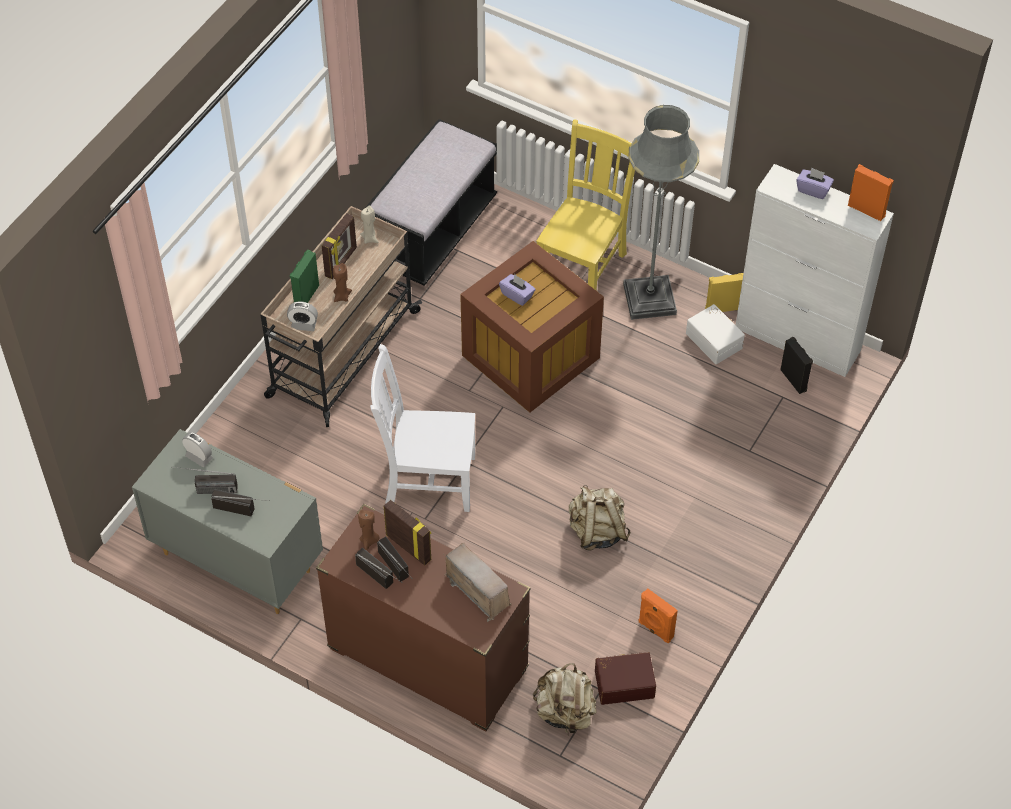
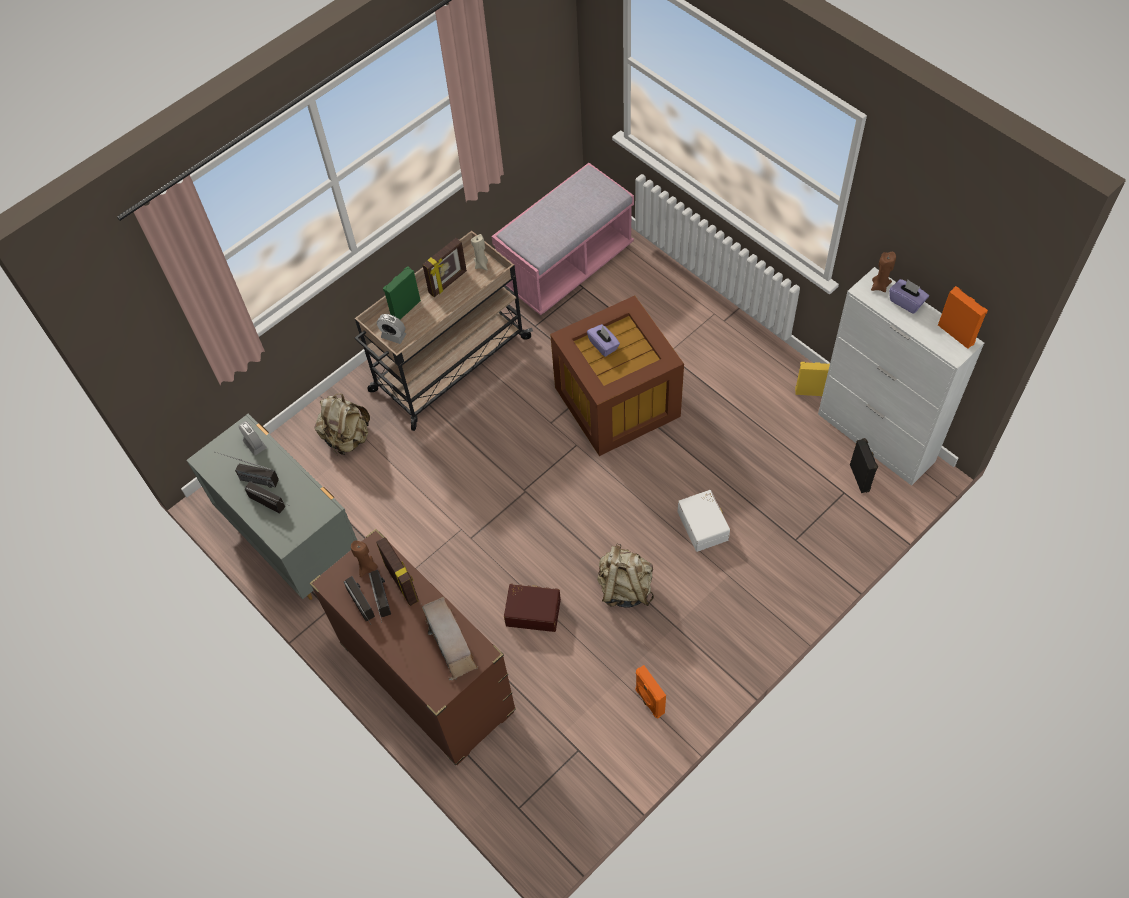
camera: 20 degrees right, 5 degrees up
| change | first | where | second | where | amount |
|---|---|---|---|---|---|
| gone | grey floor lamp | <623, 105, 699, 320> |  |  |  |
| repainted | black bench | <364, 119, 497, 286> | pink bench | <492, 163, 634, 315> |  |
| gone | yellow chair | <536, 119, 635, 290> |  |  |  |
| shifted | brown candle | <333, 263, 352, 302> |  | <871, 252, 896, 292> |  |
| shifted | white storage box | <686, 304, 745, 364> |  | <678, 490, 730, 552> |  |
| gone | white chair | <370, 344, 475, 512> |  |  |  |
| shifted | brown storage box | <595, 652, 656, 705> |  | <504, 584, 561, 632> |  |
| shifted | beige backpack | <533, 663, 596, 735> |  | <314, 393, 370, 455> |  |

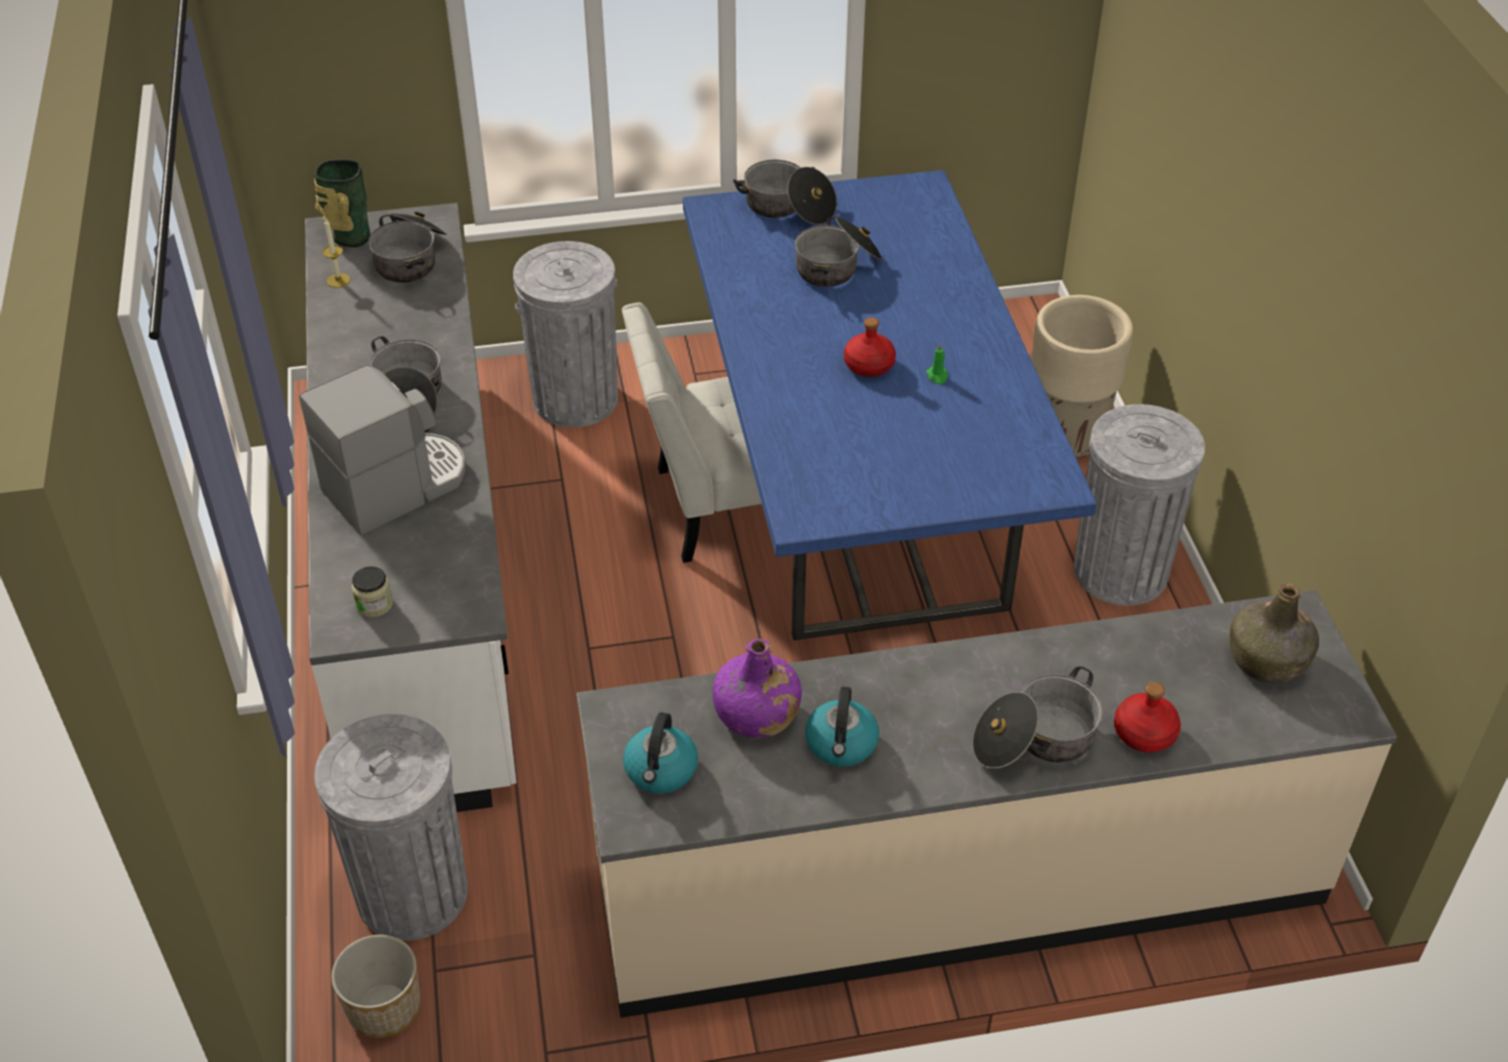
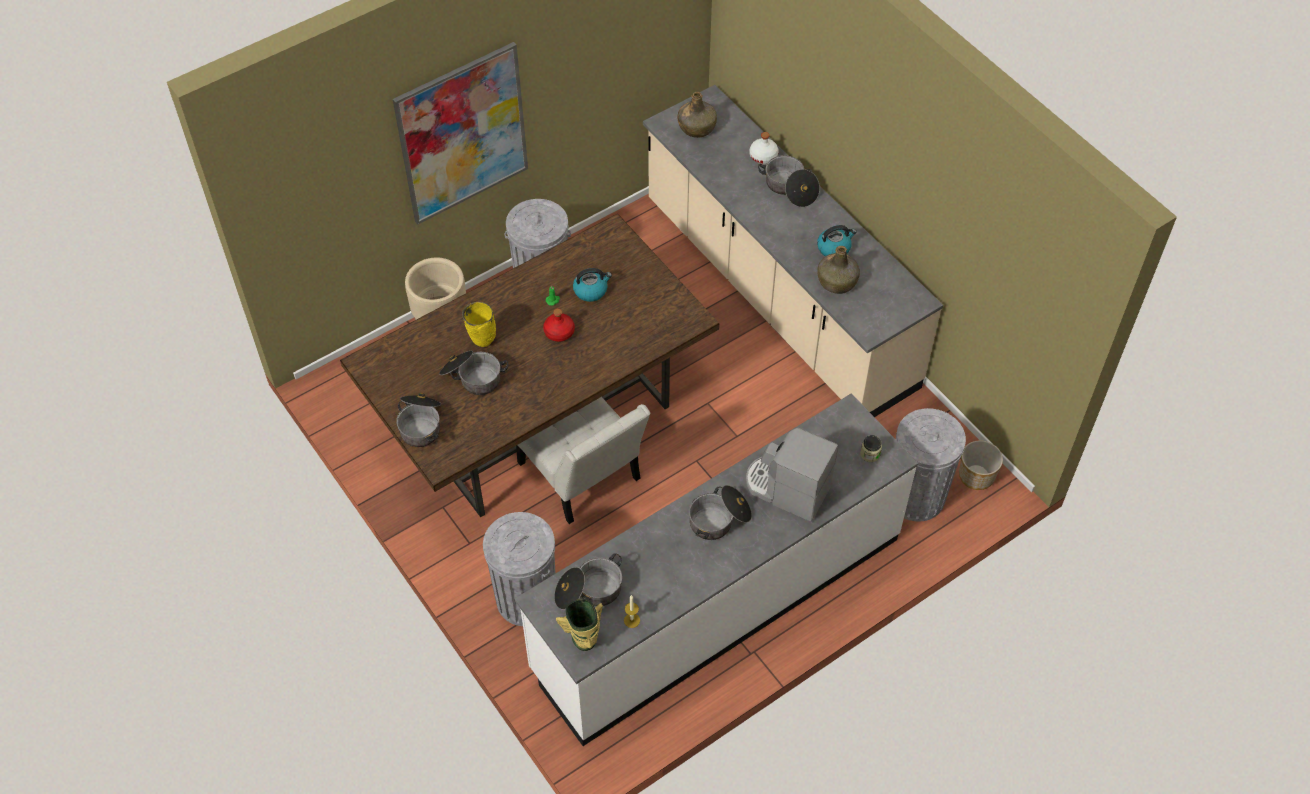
camera: 115 degrees left, 10 degrees up
| change | first | where | second | where | amount |
|---|---|---|---|---|---|
| repainted | blue dining table | <683, 170, 1097, 640> | brown dining table | <340, 214, 719, 517> |  |
| repainted | purple bottle | <713, 638, 802, 738> | green bottle | <817, 246, 860, 294> |  |
| repainted | red bottle | <1114, 682, 1181, 753> | white bottle | <750, 132, 779, 164> |  |
| shifted | kettle | <623, 712, 698, 793> |  | <573, 268, 612, 302> |  |
| new |  |  | picture | <393, 42, 528, 225> |  |
| new |  |  | yellow vase | <462, 302, 496, 347> |  |

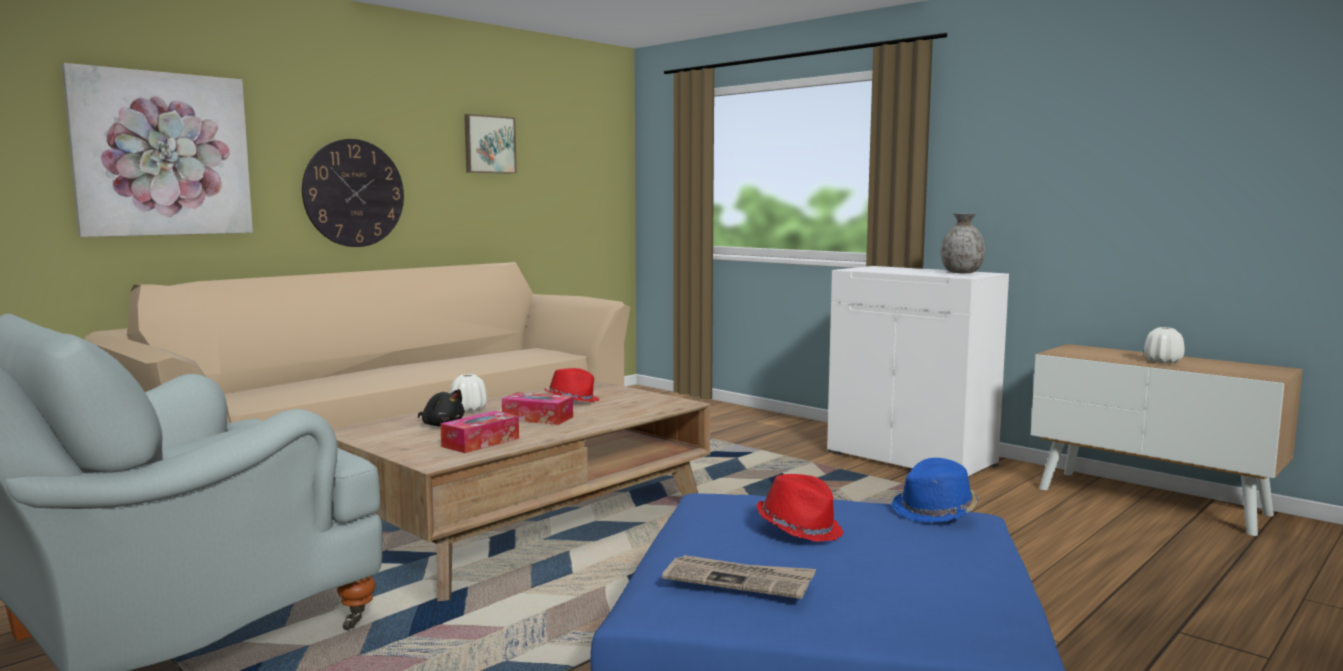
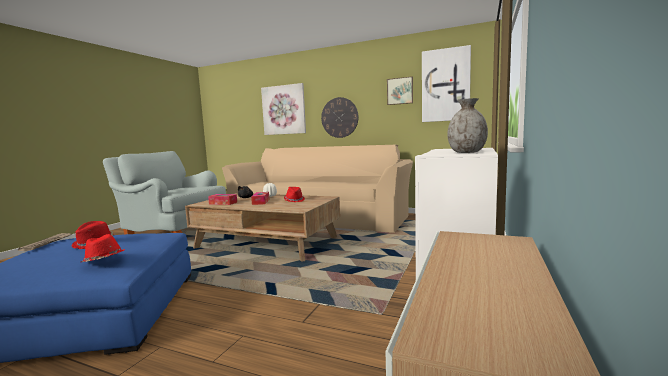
camera: 70 degrees right, 0 degrees up
| change | first | where | second | where | amount |
|---|---|---|---|---|---|
| gone | white vase | <1144, 327, 1185, 363> |  |  |  |
| repainted | blue hat | <892, 458, 978, 522> | red hat | <80, 234, 125, 262> |  |
| new |  |  | picture | <422, 45, 471, 122> |  |

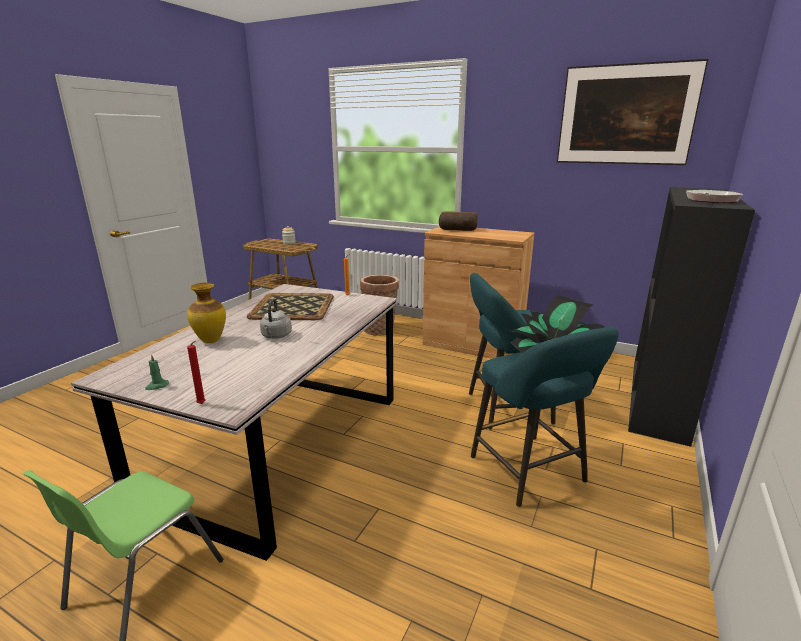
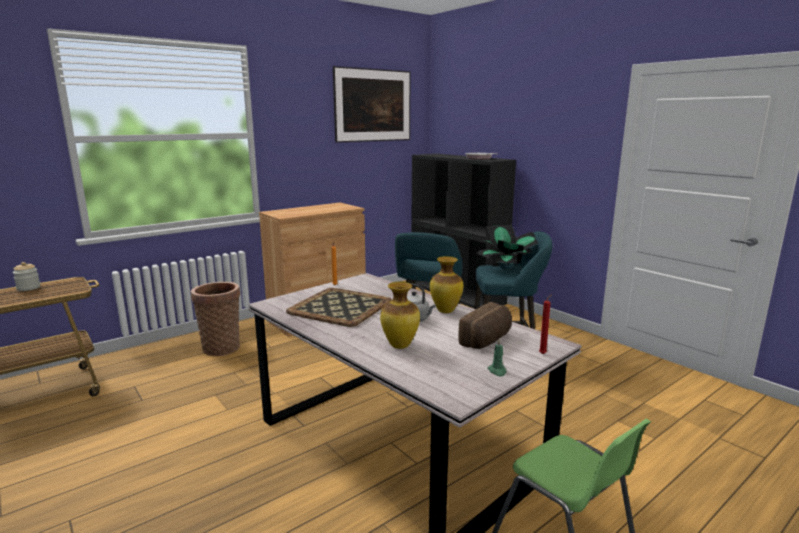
camera: 65 degrees left, 5 degrees down
| change | first | where | second | where | amount |
|---|---|---|---|---|---|
| shifted | bread | <439, 211, 478, 231> |  | <458, 302, 512, 349> |  |
| new |  |  | vase | <430, 256, 463, 313> |  |

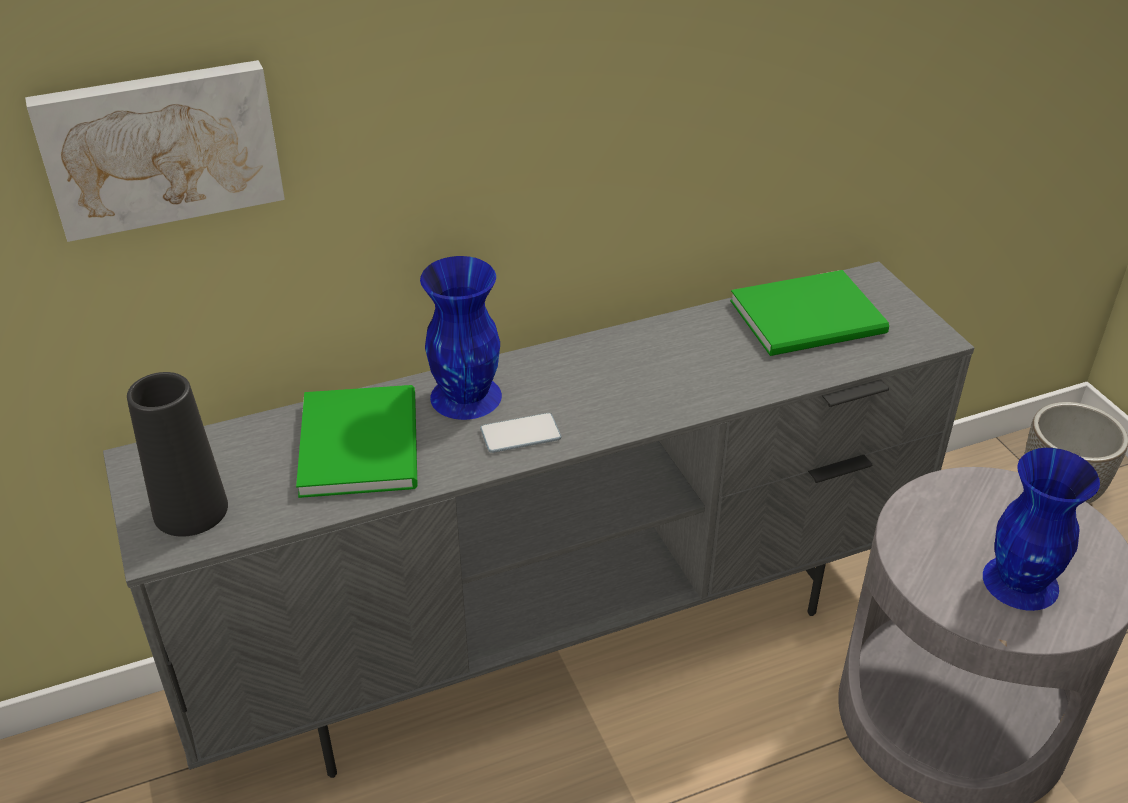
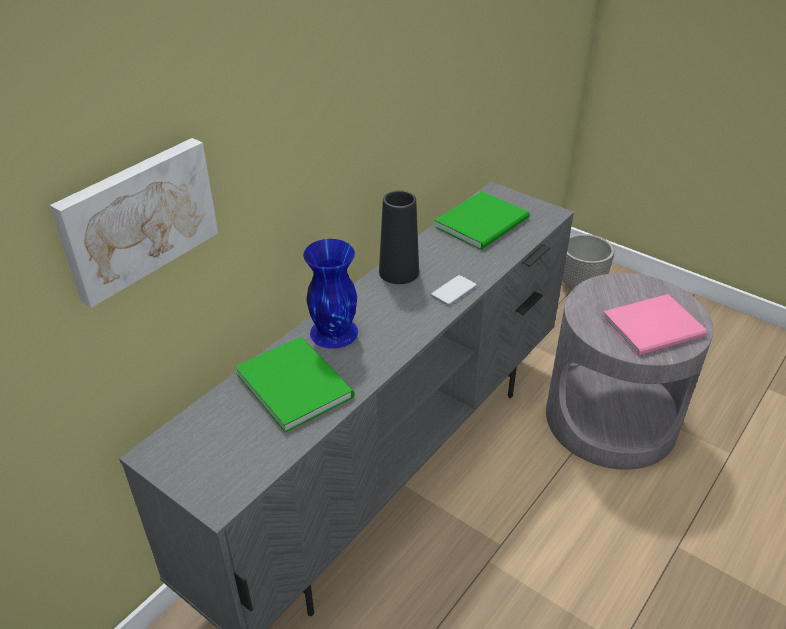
camera: 30 degrees left, 0 degrees up
| change | first | where | second | where | amount |
|---|---|---|---|---|---|
| shifted | black vase | <127, 372, 228, 537> |  | <379, 191, 419, 284> |  |
| shifted | phone | <480, 413, 561, 453> |  | <431, 275, 477, 305> |  |
| swapped | blue vase | <983, 448, 1100, 611> | pink book | <602, 294, 707, 356> |  |

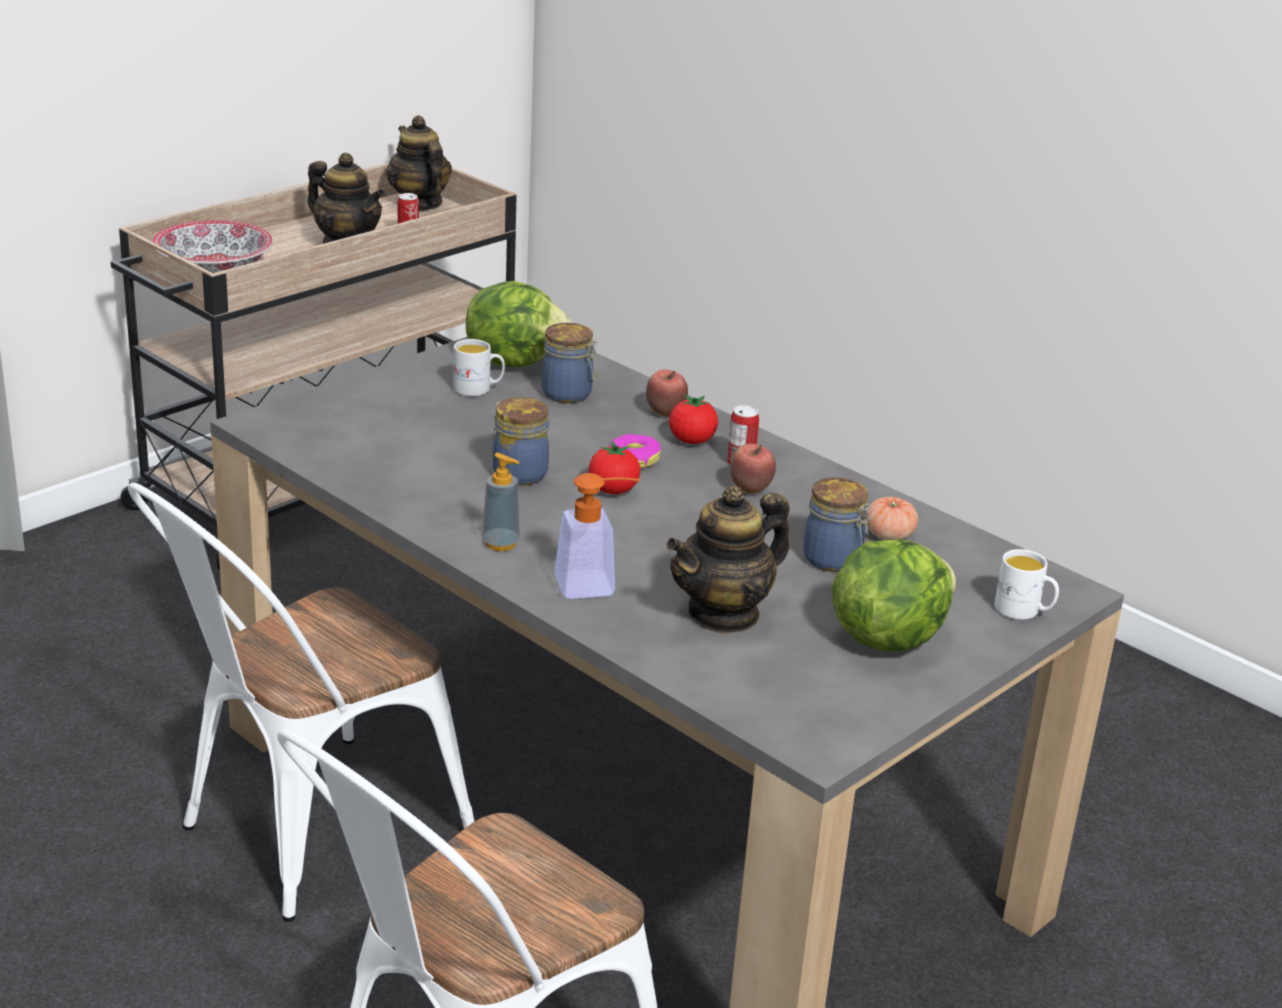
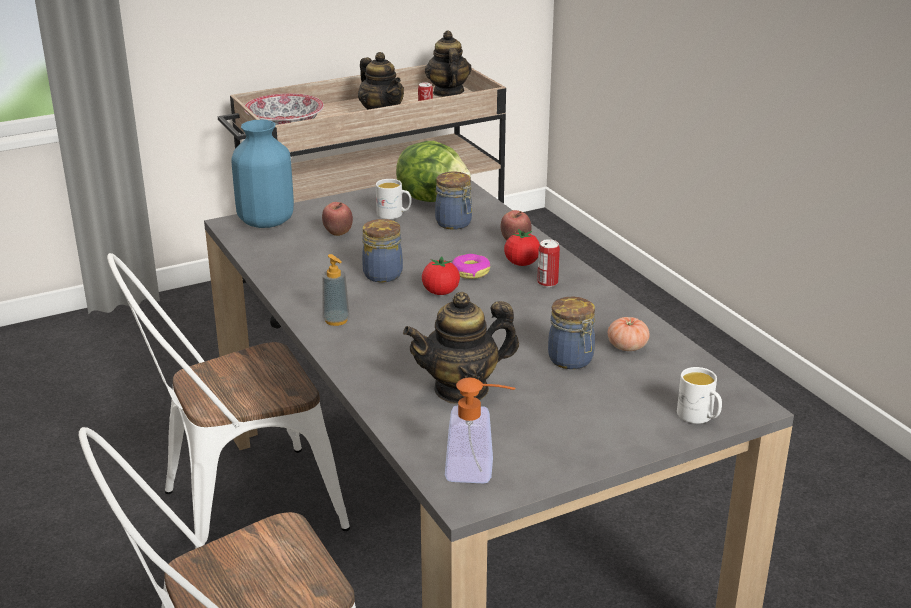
camera: 20 degrees right, 0 degrees up
| change | first | where | second | where | amount |
|---|---|---|---|---|---|
| shifted | apple | <730, 444, 776, 494> |  | <322, 202, 353, 236> |  |
| shifted | soap dispenser | <554, 473, 641, 599> |  | <445, 377, 515, 483> |  |
| gone | lettuce | <832, 539, 956, 652> |  |  |  |
| new |  |  | blue vase | <231, 120, 294, 228> |  |

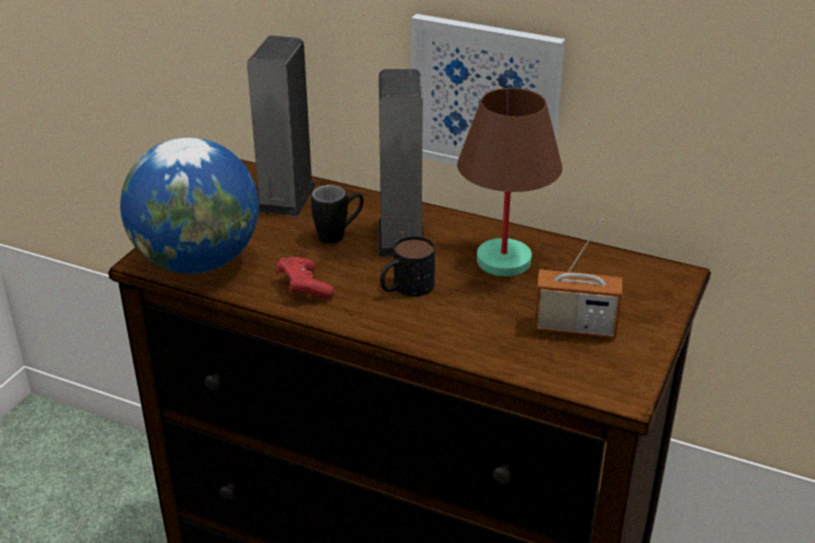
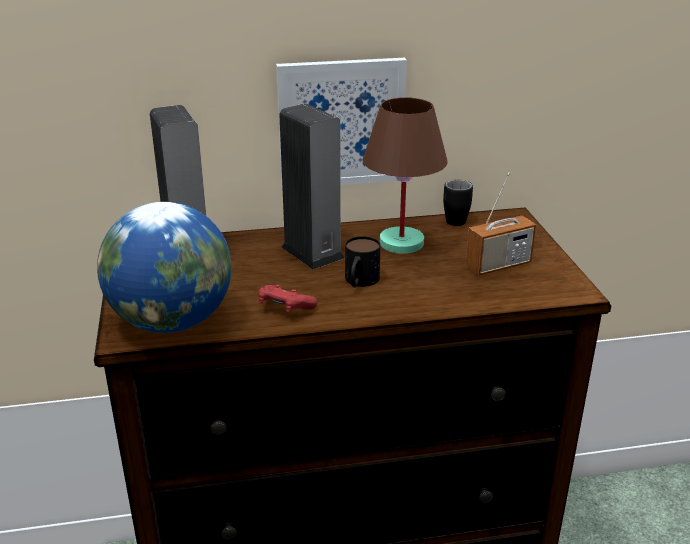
camera: 35 degrees left, 5 degrees down
| change | first | where | second | where | amount |
|---|---|---|---|---|---|
| shifted | black mug | <311, 185, 364, 243> |  | <443, 180, 473, 226> |  |

